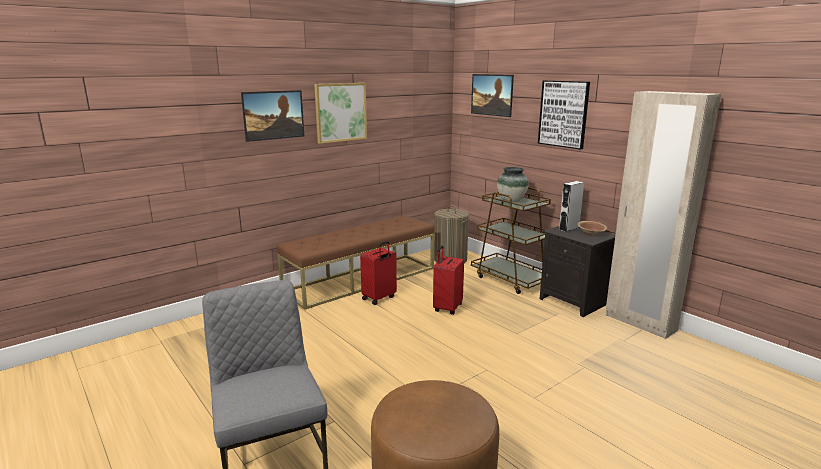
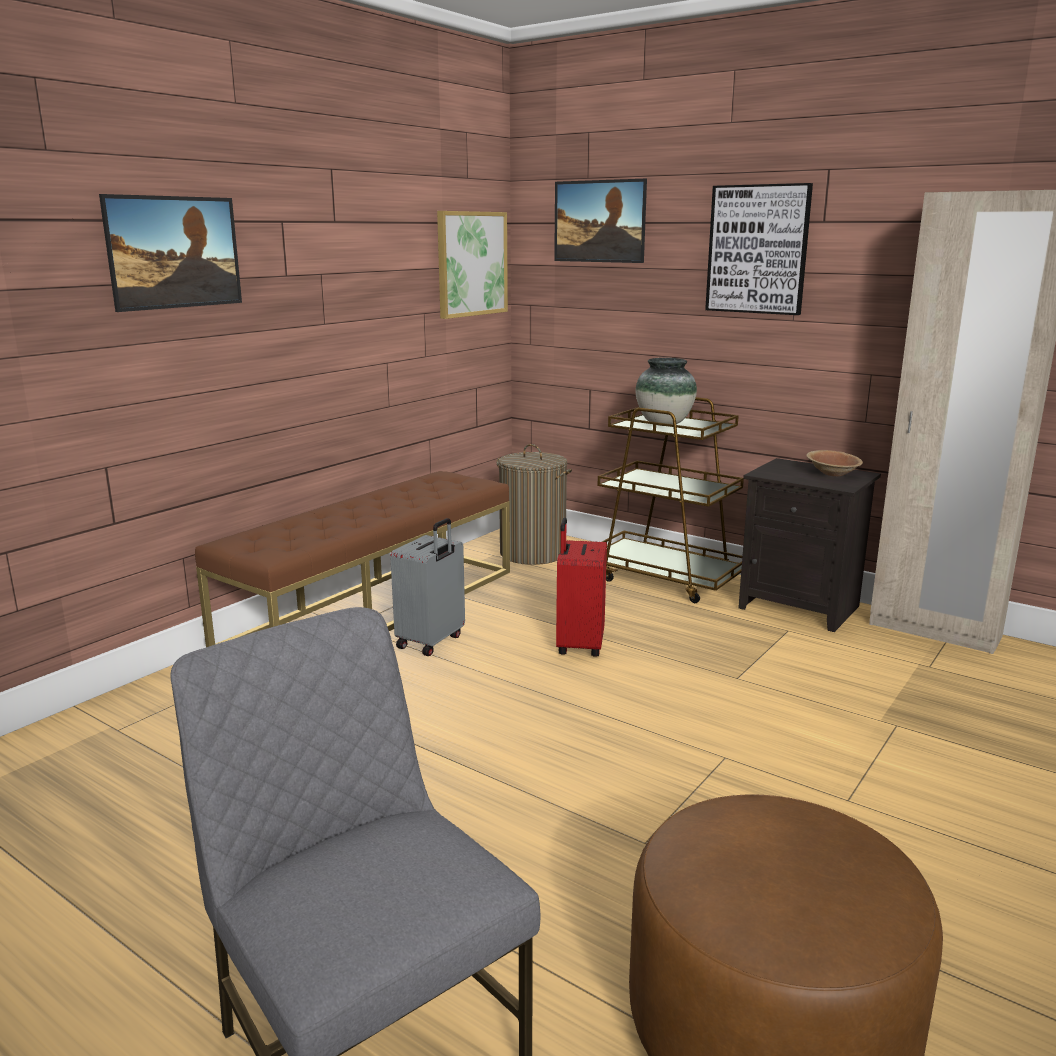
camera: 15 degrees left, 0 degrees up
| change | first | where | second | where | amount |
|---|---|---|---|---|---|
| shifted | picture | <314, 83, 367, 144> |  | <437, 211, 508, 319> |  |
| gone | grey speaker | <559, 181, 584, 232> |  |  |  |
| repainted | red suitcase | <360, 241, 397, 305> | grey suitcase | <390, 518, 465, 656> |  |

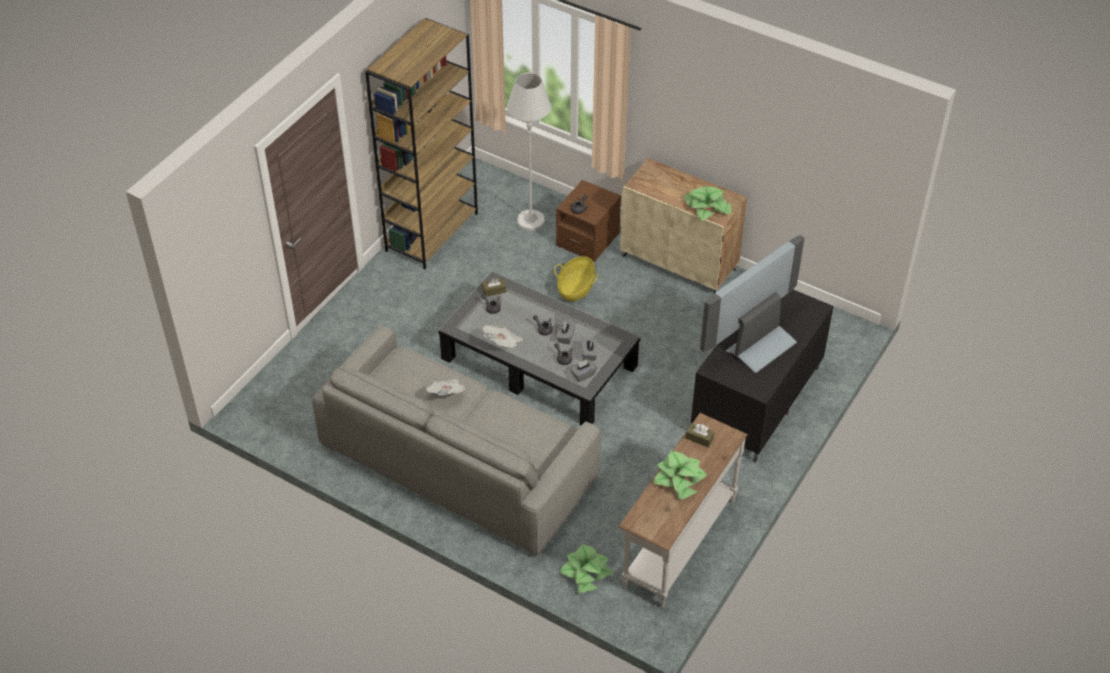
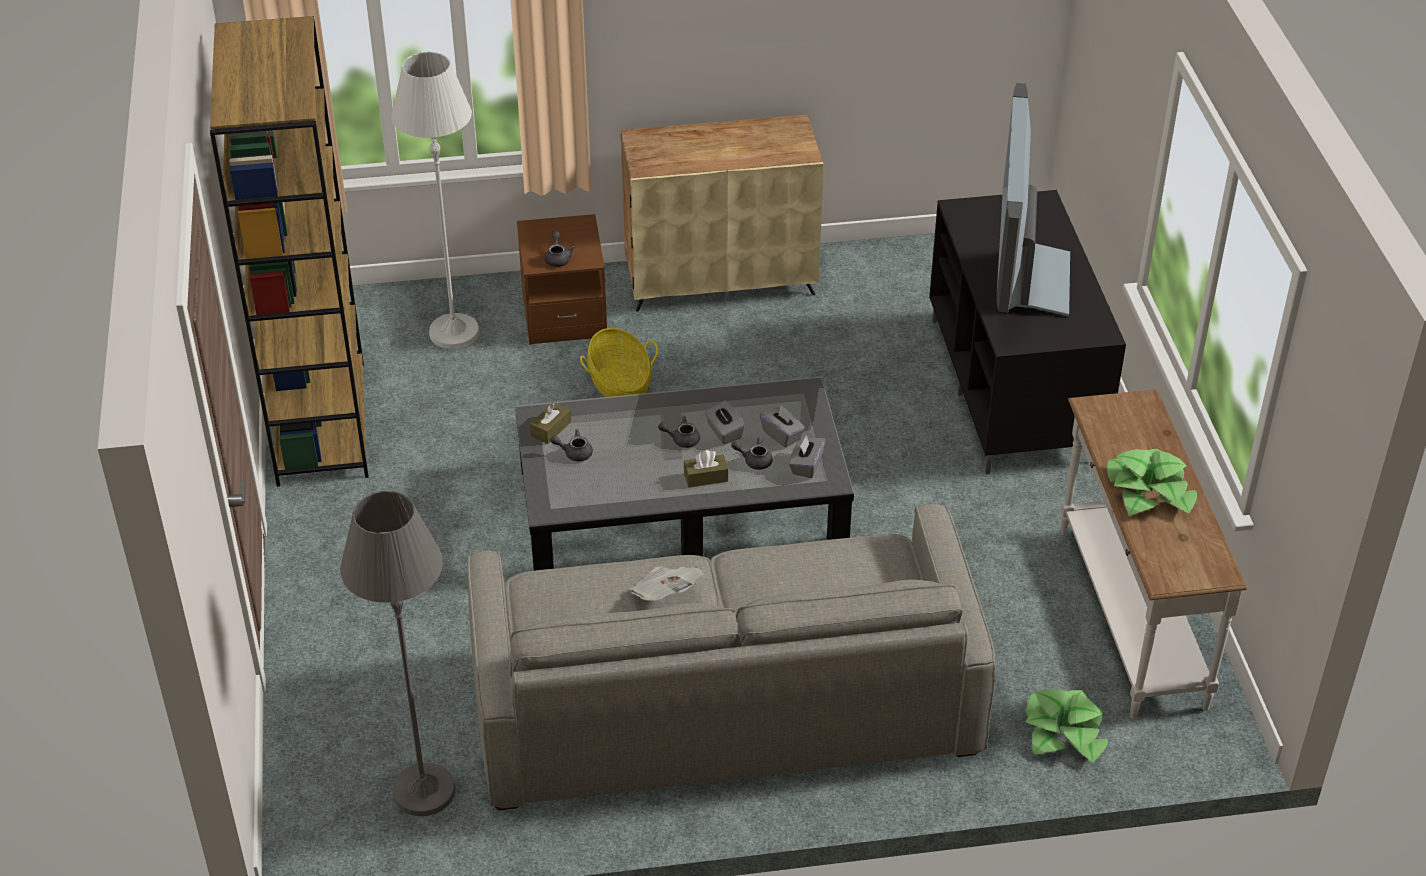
camera: 40 degrees left, 5 degrees down
| change | first | where | second | where | amount |
|---|---|---|---|---|---|
| gone | potted plant | <685, 186, 732, 221> |  |  |  |
| gone | newspaper | <482, 325, 523, 348> |  |  |  |
| shifted | brown tissue box | <686, 423, 715, 448> |  | <684, 450, 728, 487> |  |
| new |  |  | grey floor lamp | <340, 491, 455, 816> |  |

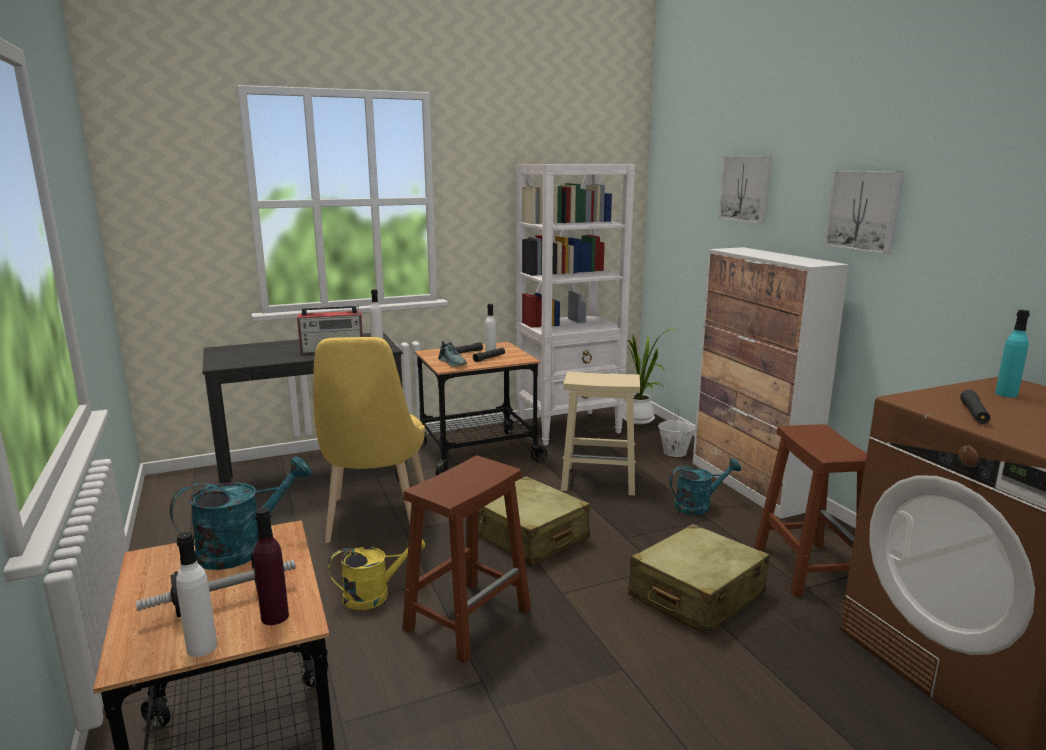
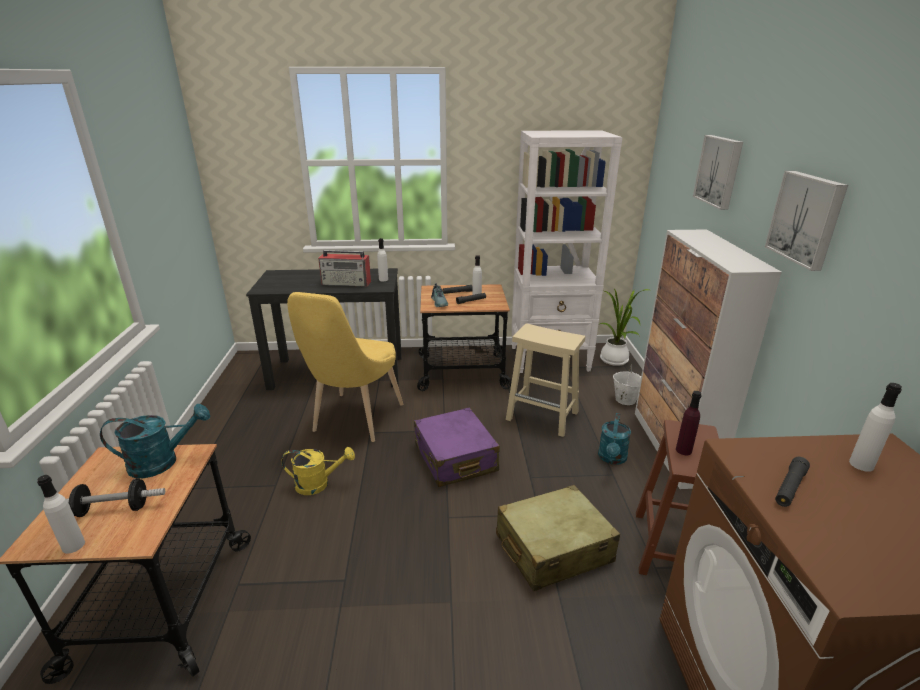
camera: 20 degrees right, 10 degrees up
| change | first | where | second | where | amount |
|---|---|---|---|---|---|
| repainted | turquoise bottle | <995, 310, 1030, 398> | white bottle | <849, 383, 902, 472> |  |
| gone | brown stool | <402, 456, 531, 663> |  |  |  |
| rotated | turquoise watering can | <669, 458, 741, 515> |  | <598, 413, 631, 465> | 105 degrees clockwise |
| repainted | beige suitcase | <478, 476, 590, 566> | purple suitcase | <414, 407, 500, 487> |  |
| shifted | purple bottle | <254, 507, 289, 625> |  | <676, 391, 702, 455> |  |

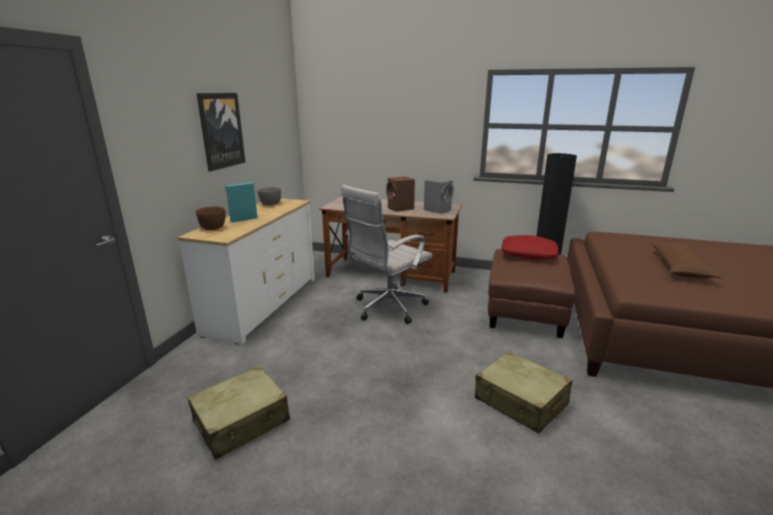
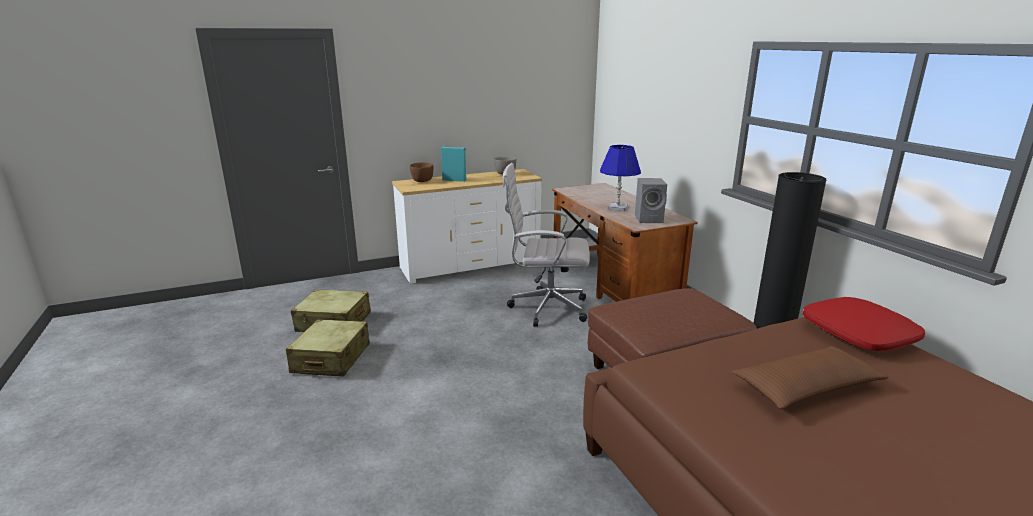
camera: 50 degrees right, 0 degrees up
| change | first | where | second | where | amount |
|---|---|---|---|---|---|
| gone | picture | <197, 93, 245, 171> |  |  |  |
| swapped | brown speaker | <386, 176, 415, 212> | blue table lamp | <600, 145, 641, 211> |  |
| shifted | red pillow | <502, 235, 559, 259> |  | <803, 297, 925, 351> |  |
| shifted | beige suitcase | <475, 351, 573, 434> |  | <286, 319, 370, 376> |  |

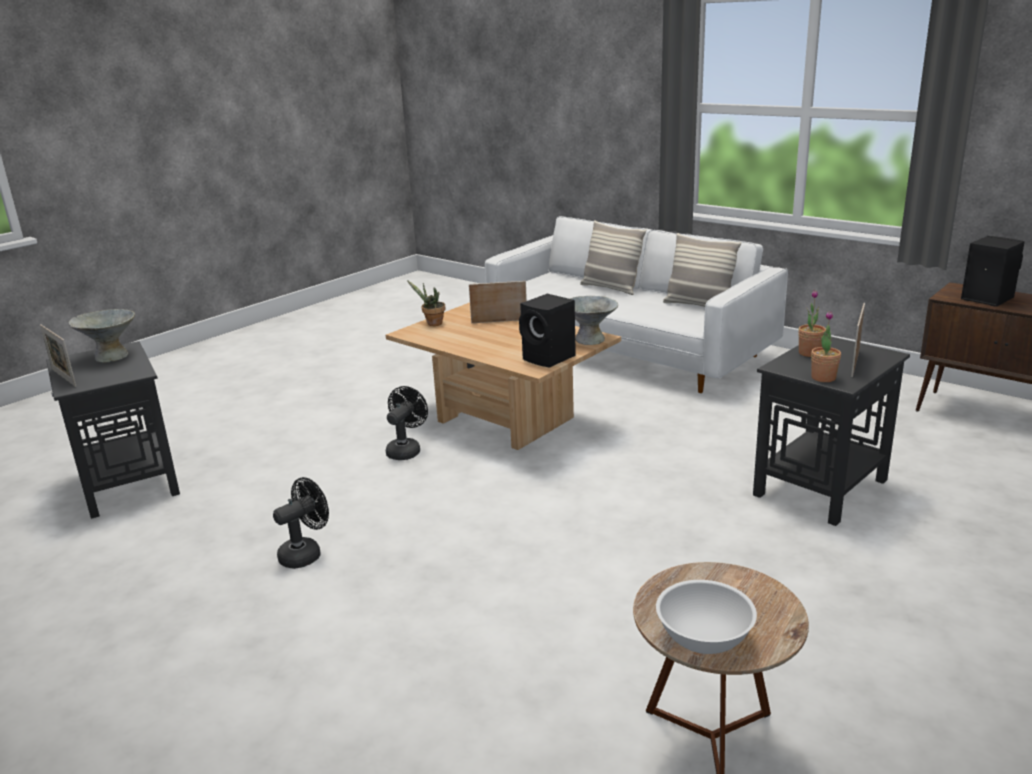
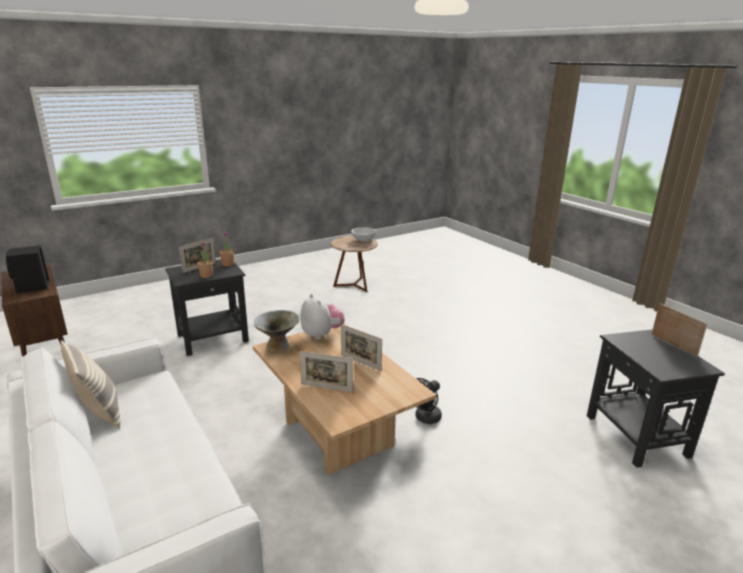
camera: 165 degrees left, 0 degrees up
| change | first | where | second | where | amount |
|---|---|---|---|---|---|
| gone | pillow | <580, 220, 646, 295> |  |  |  |
| gone | potted plant | <407, 280, 445, 326> |  |  |  |
| swapped | black speaker | <519, 294, 576, 368> | plush toy | <300, 294, 345, 340> |  |
| gone | grey bowl | <68, 309, 135, 362> |  |  |  |
| gone | black fan | <273, 477, 329, 569> |  |  |  |
| new |  |  | picture frame | <341, 324, 382, 371> |  |

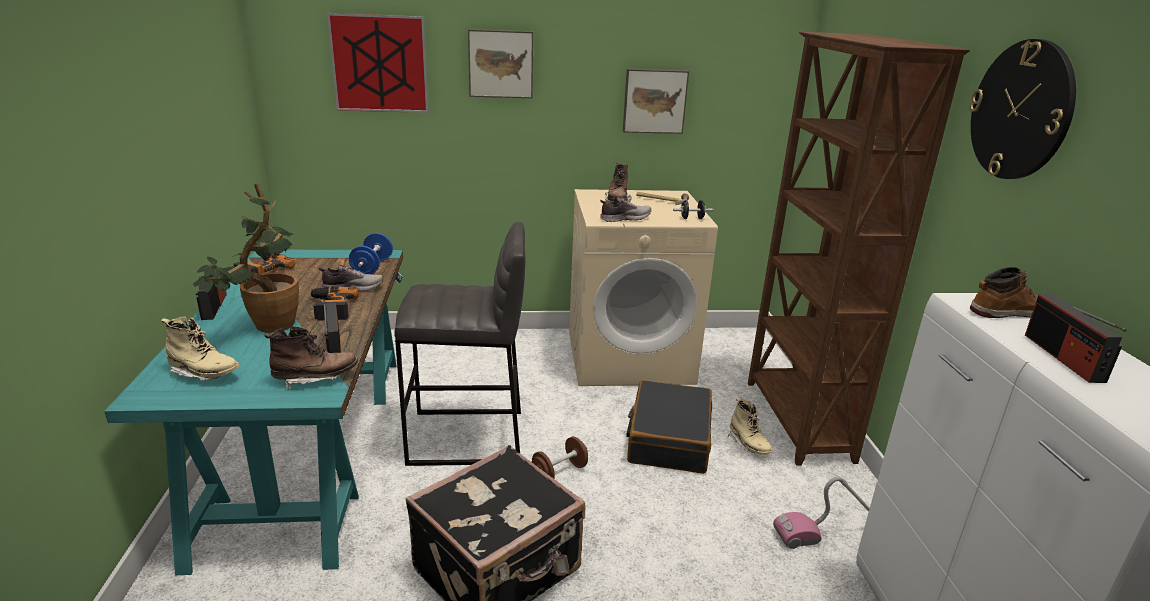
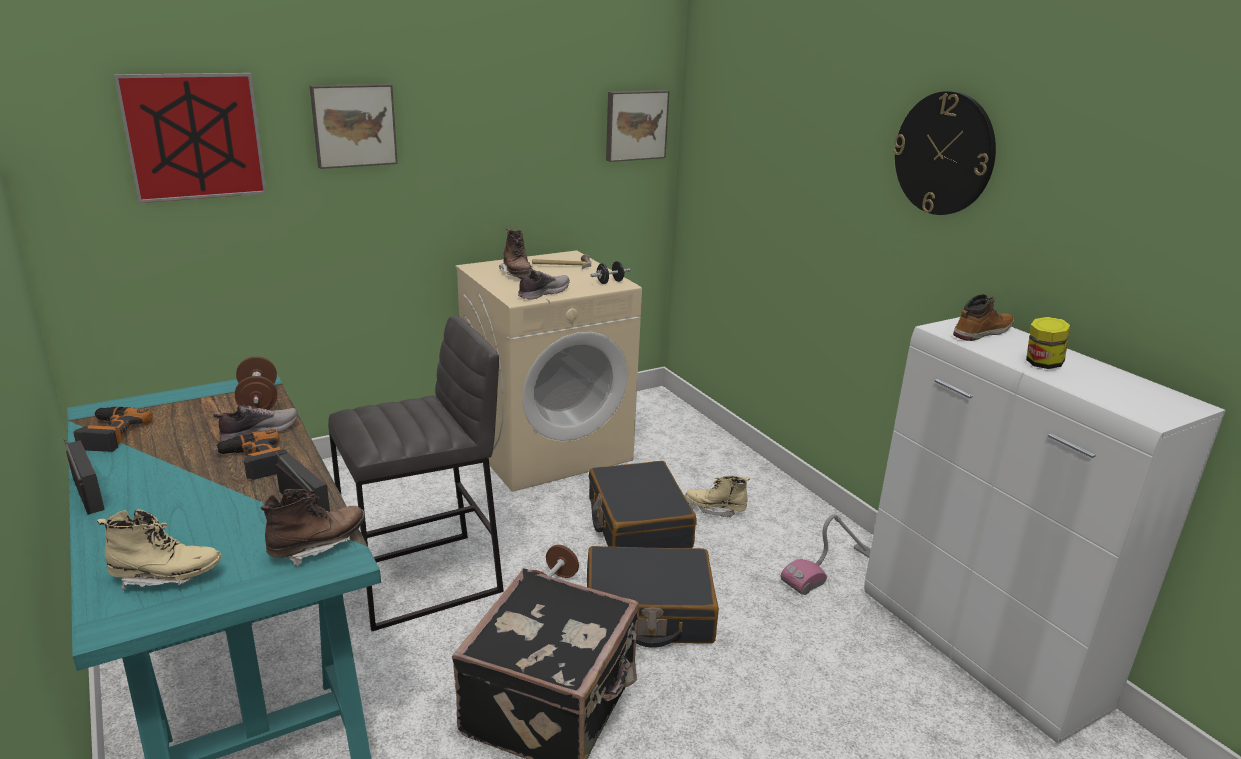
camera: 25 degrees left, 0 degrees up
| change | first | where | second | where | amount |
|---|---|---|---|---|---|
| gone | brown bookcase | <748, 32, 970, 466> |  |  |  |
| shifted | picture | <623, 69, 689, 134> |  | <606, 90, 670, 162> |  |
| gone | potted plant | <193, 183, 299, 333> |  |  |  |
| repainted | blue dumbbell | <349, 233, 393, 274> | brown dumbbell | <235, 356, 277, 410> |  |
| swapped | radio | <1025, 294, 1127, 383> | jar | <1026, 317, 1070, 369> |  |
| rotated | beige boot | <728, 397, 773, 455> |  | <685, 476, 750, 518> | 150 degrees clockwise |
| new |  |  | black suitcase | <587, 546, 719, 648> |  |

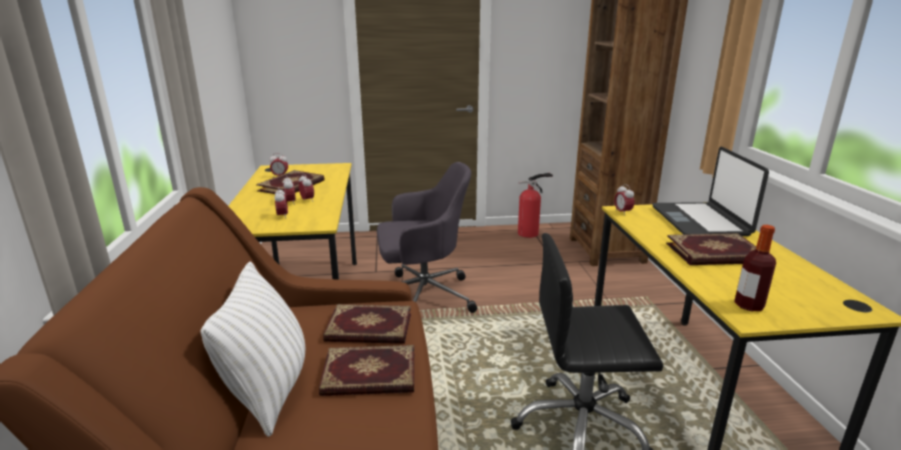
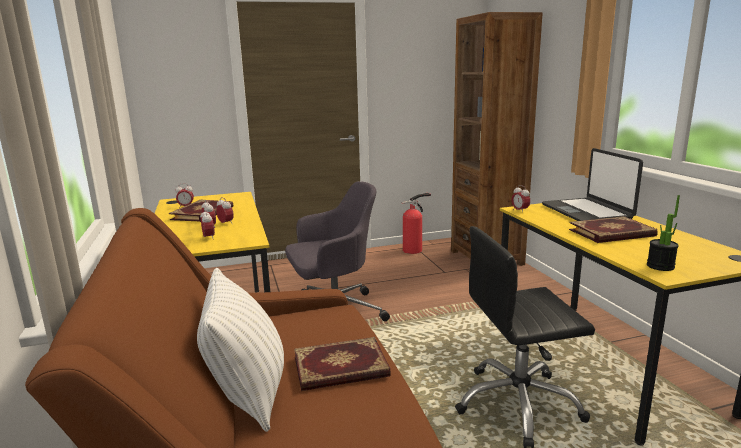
camera: 10 degrees left, 5 degrees down
| change | first | where | second | where | amount |
|---|---|---|---|---|---|
| swapped | bottle | <734, 225, 776, 311> | potted plant | <647, 195, 680, 271> |  |
| gone | book | <323, 304, 411, 344> |  |  |  |

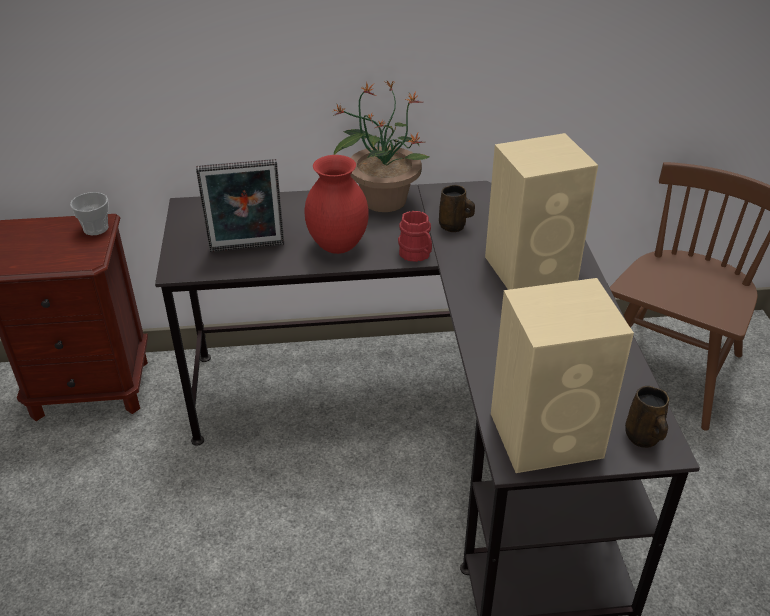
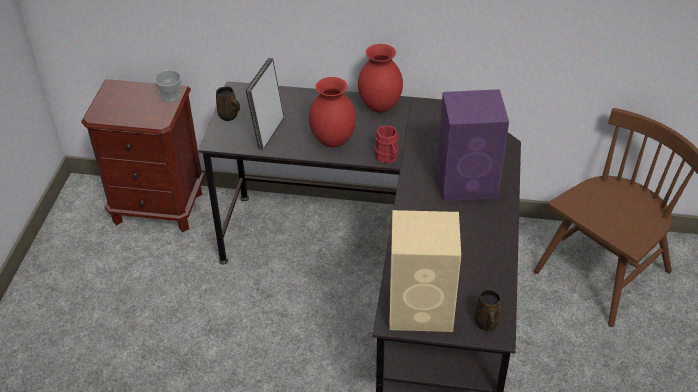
camera: 15 degrees right, 5 degrees up
| change | first | where | second | where | amount |
|---|---|---|---|---|---|
| swapped | potted plant | <332, 81, 430, 212> | red vase | <358, 44, 403, 113> |  |
| repainted | beige speaker | <485, 133, 598, 290> | purple speaker | <437, 89, 509, 201> |  |
| rotated | picture frame | <196, 159, 284, 252> |  | <246, 58, 284, 151> | 105 degrees clockwise |
| shifted | brown mug | <439, 185, 475, 232> |  | <216, 86, 240, 121> |  |

